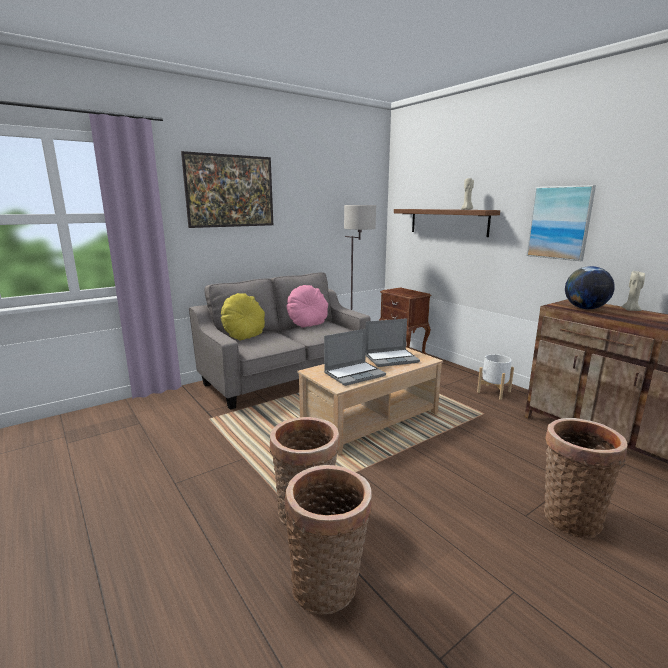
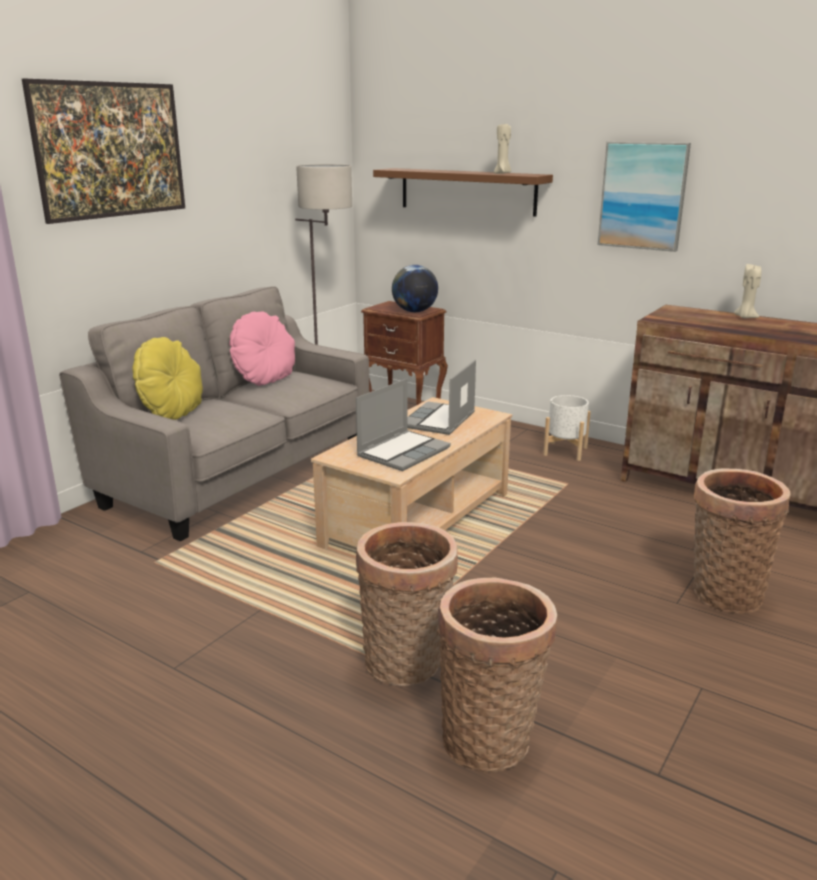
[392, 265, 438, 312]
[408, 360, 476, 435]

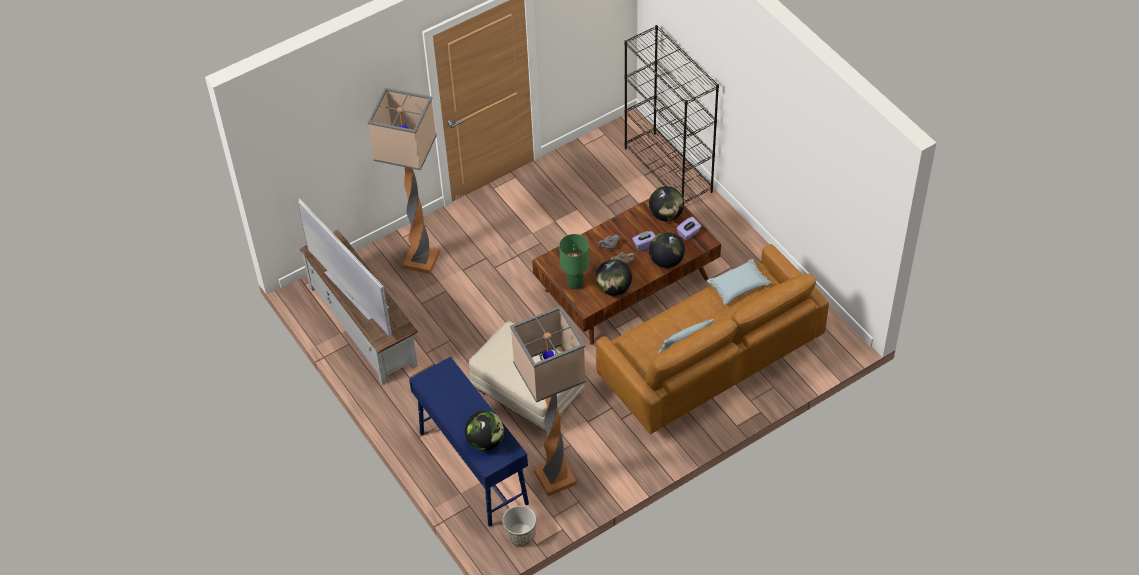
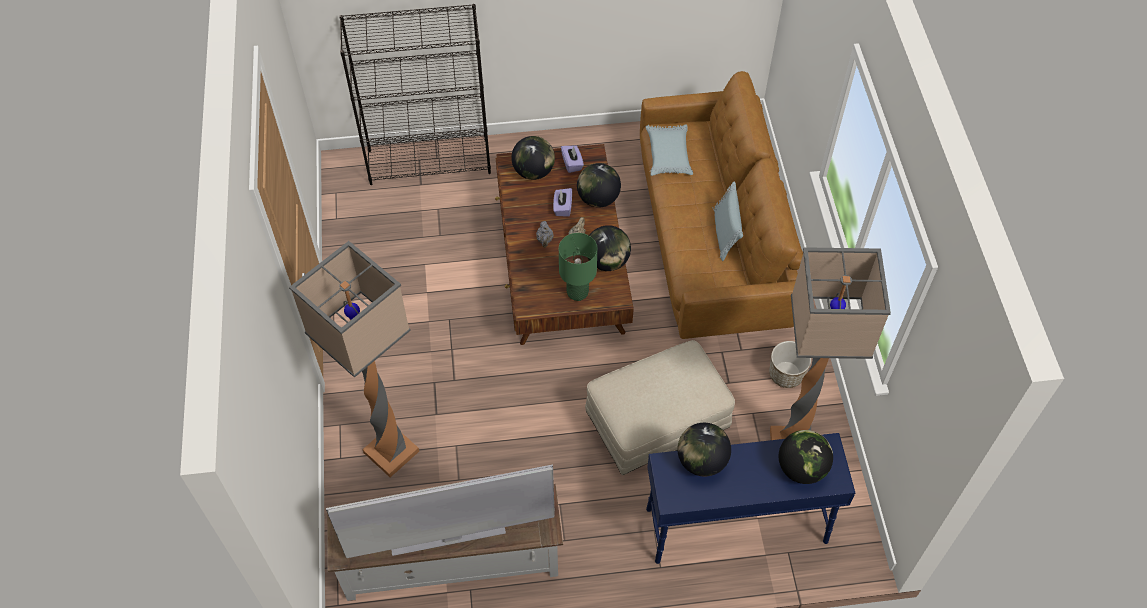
[677, 423, 731, 477]
[769, 341, 811, 388]

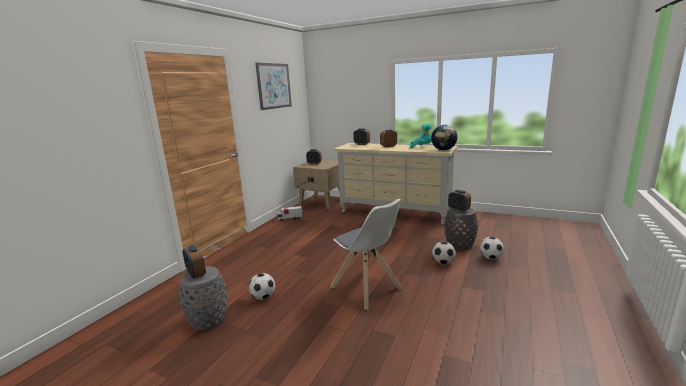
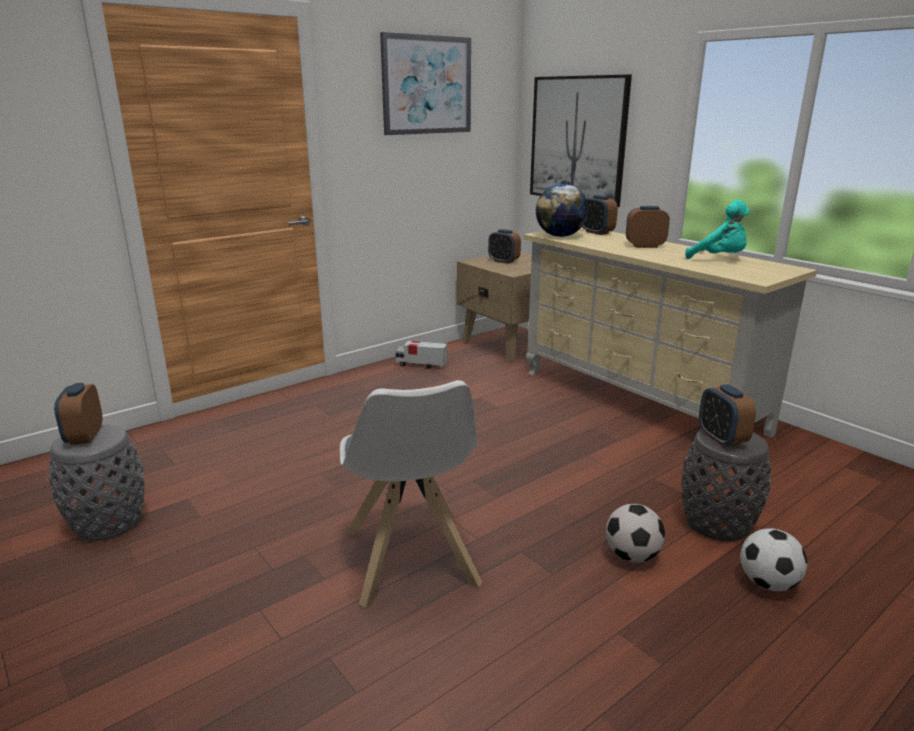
[530, 74, 632, 207]
[536, 184, 588, 237]
[249, 273, 275, 300] (first image)

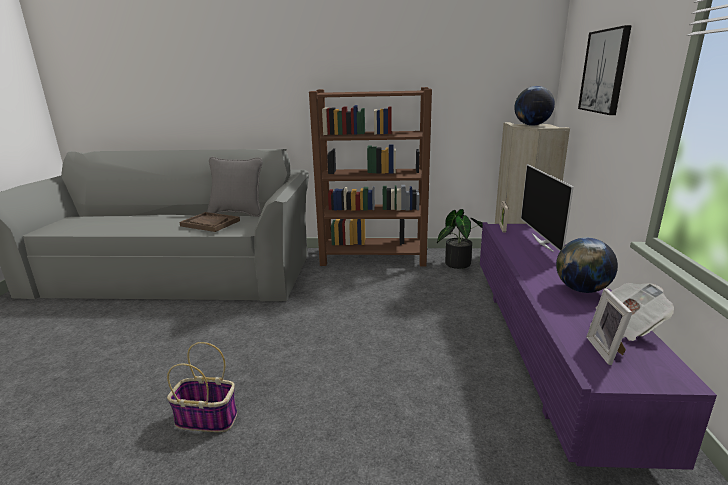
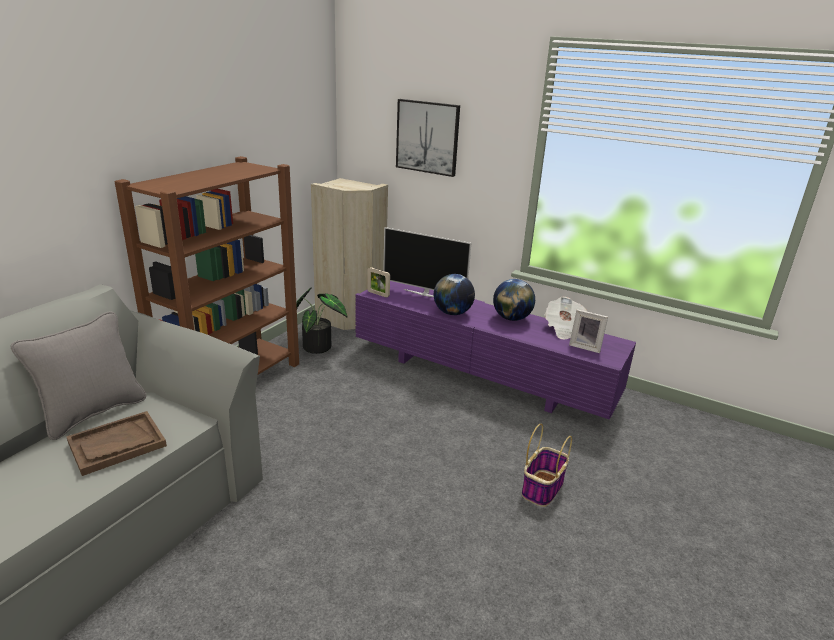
[434, 274, 475, 315]
[522, 424, 572, 507]

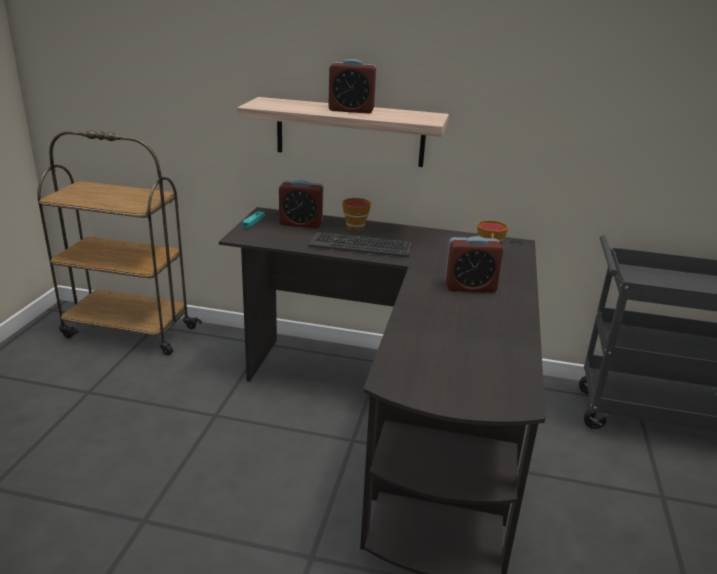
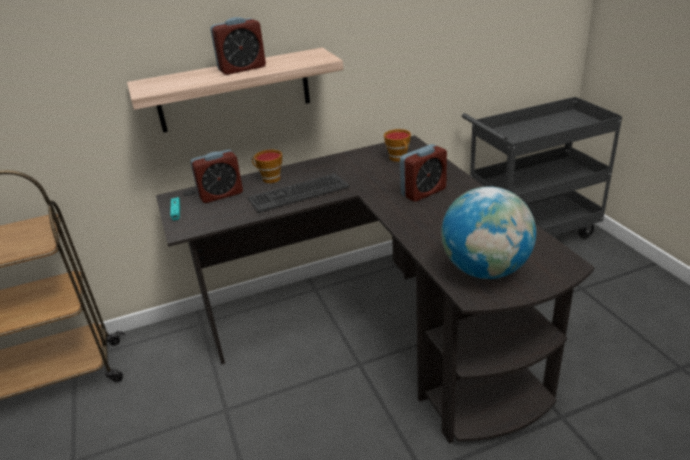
[441, 186, 536, 279]

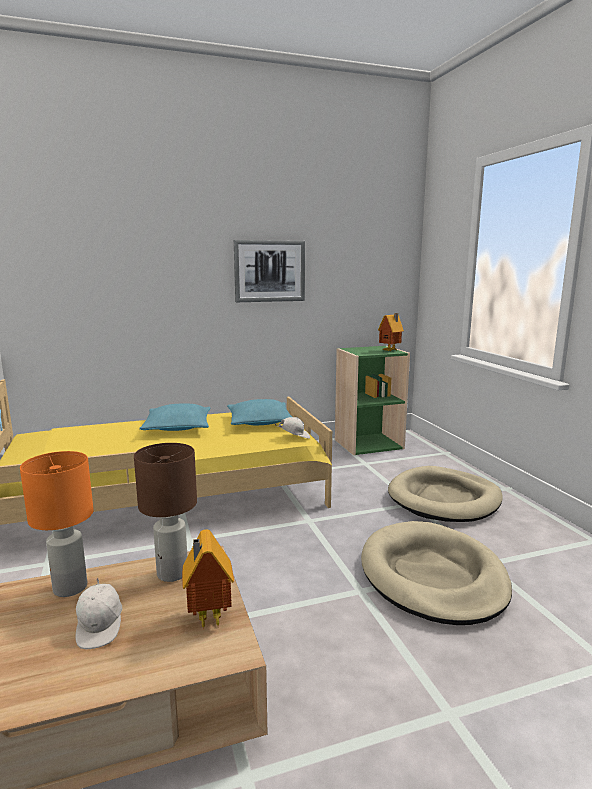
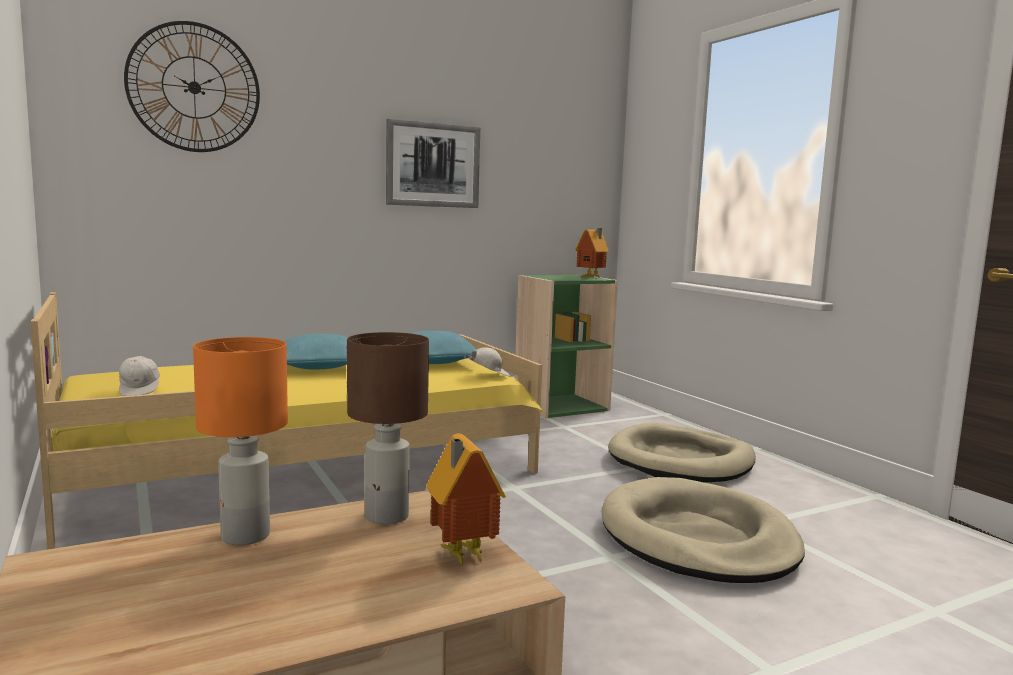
[119, 356, 160, 396]
[124, 21, 260, 152]

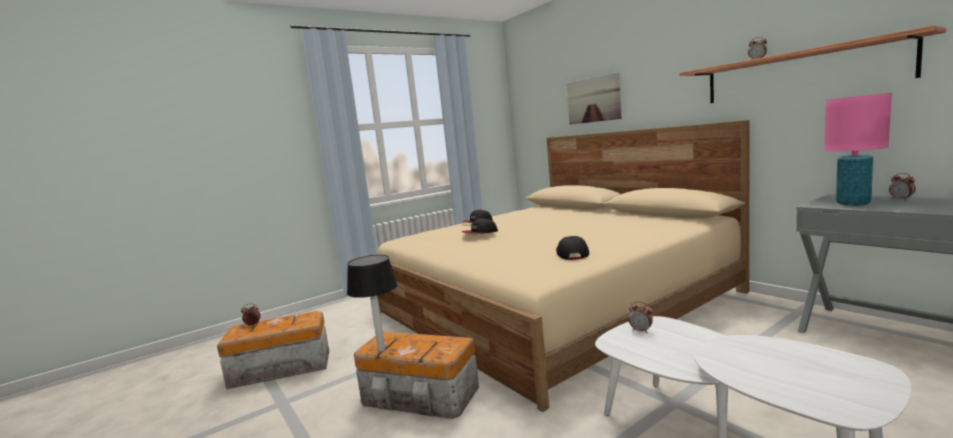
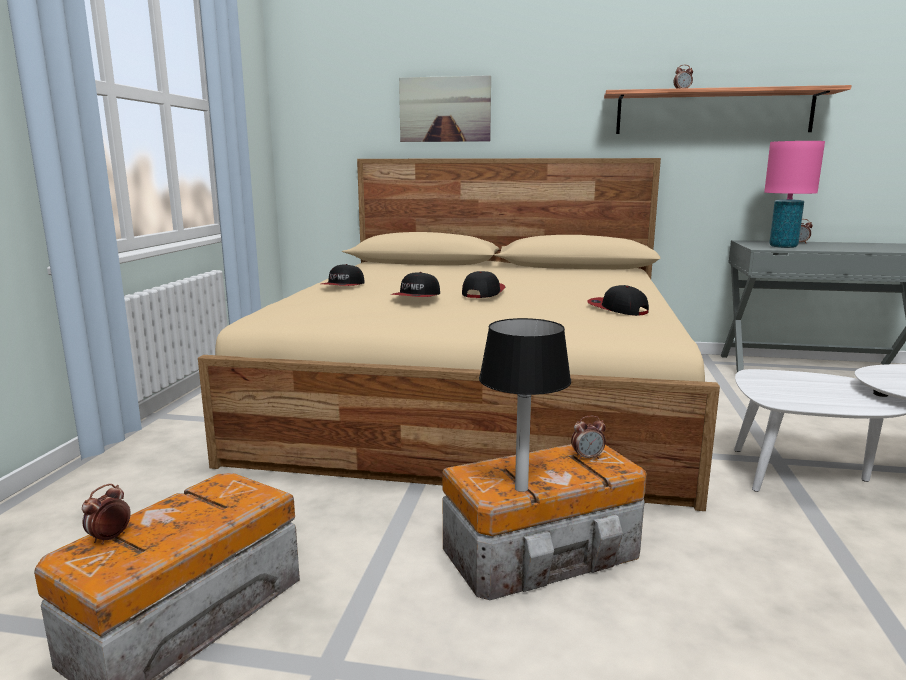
[462, 271, 506, 298]
[571, 416, 606, 460]

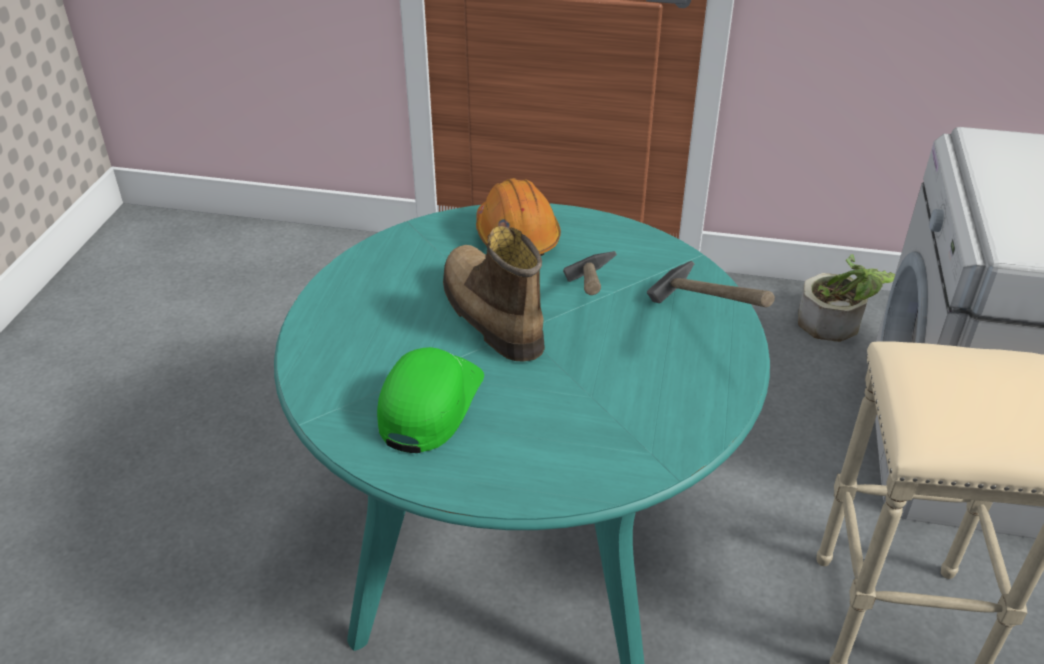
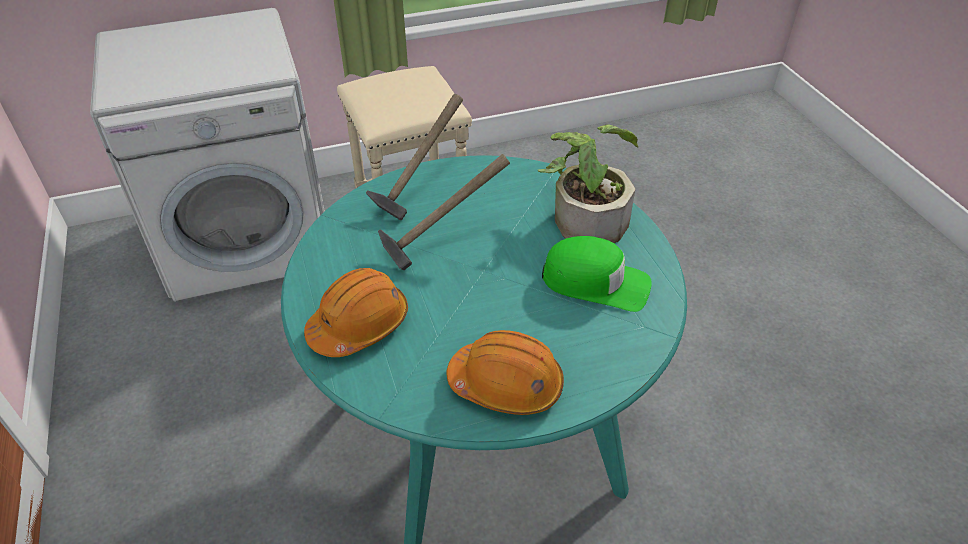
[447, 330, 564, 415]
[538, 124, 638, 243]
[542, 236, 652, 312]
[443, 226, 545, 362] (first image)

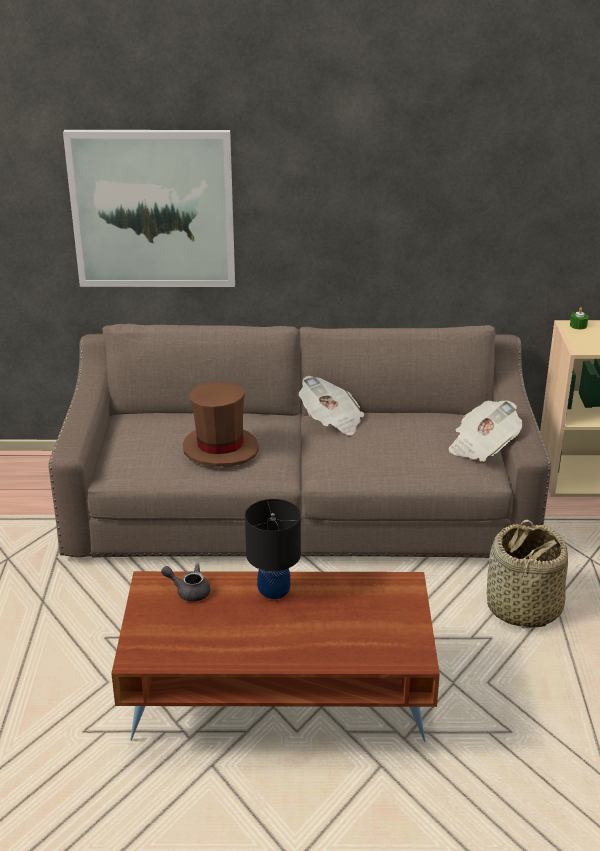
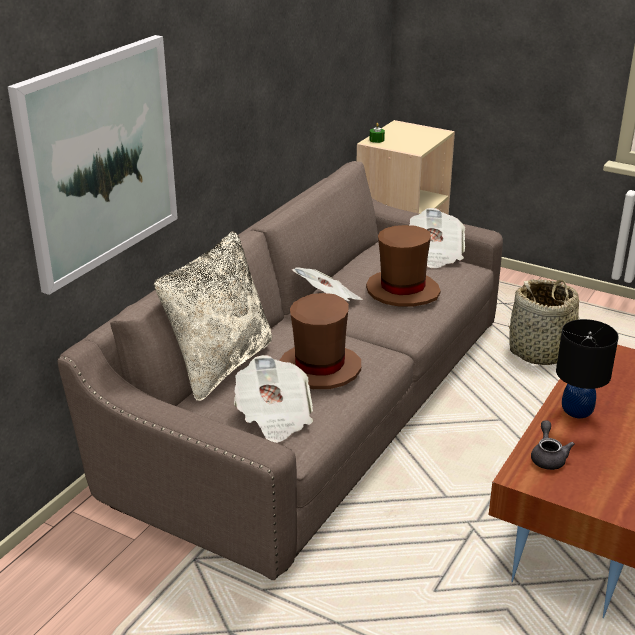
[153, 231, 272, 401]
[234, 355, 313, 443]
[366, 225, 440, 307]
[531, 420, 575, 470]

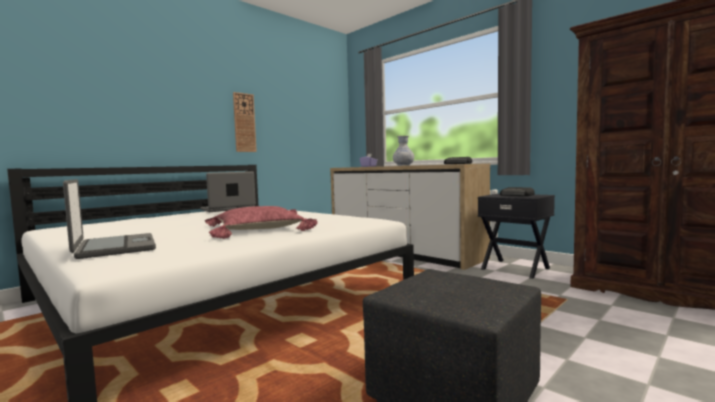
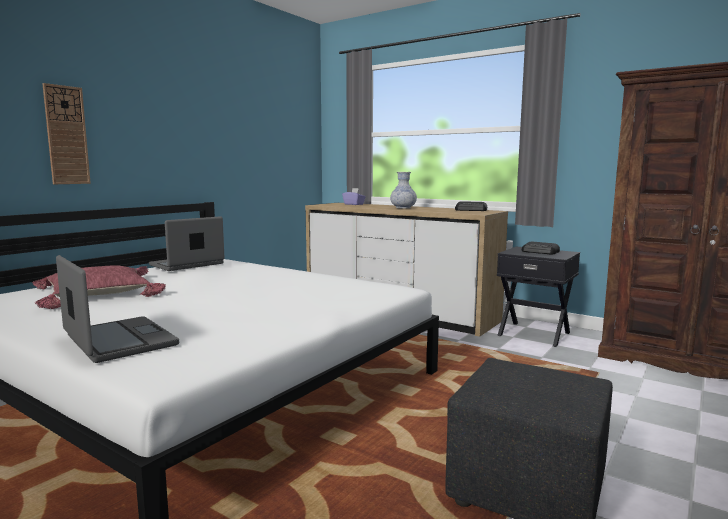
[32, 265, 166, 309]
[42, 83, 91, 184]

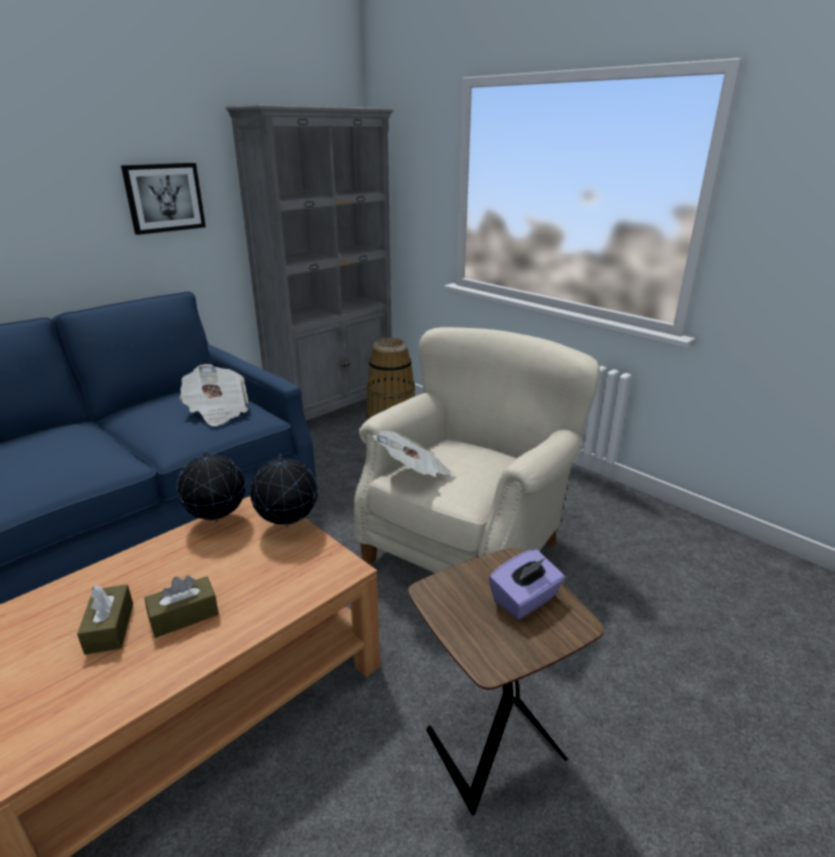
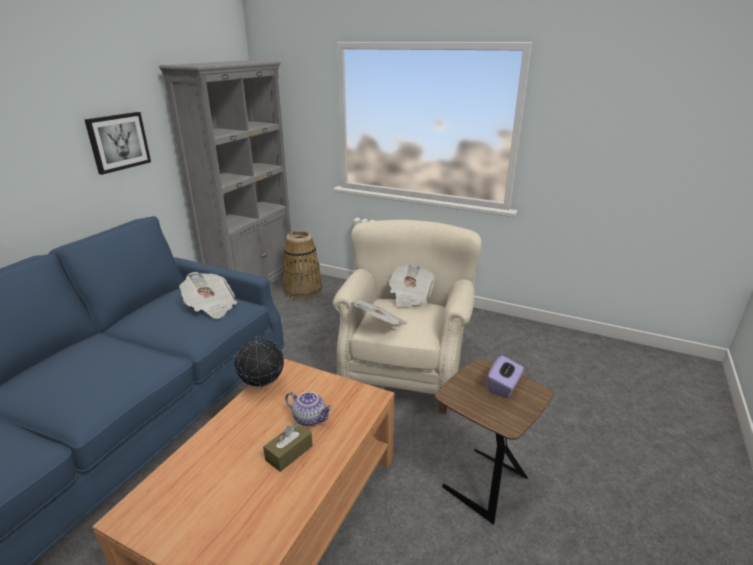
[285, 392, 333, 426]
[388, 265, 435, 307]
[77, 584, 133, 655] (first image)
[250, 454, 318, 528] (first image)

